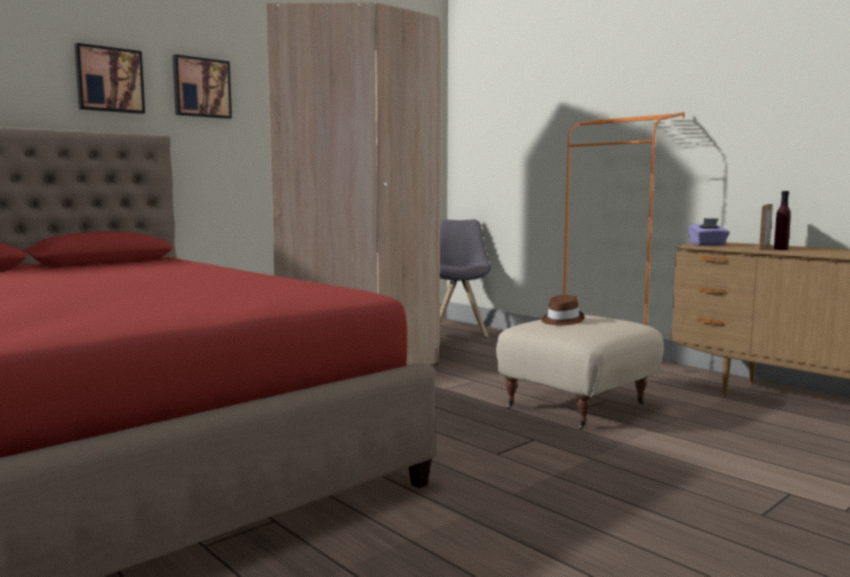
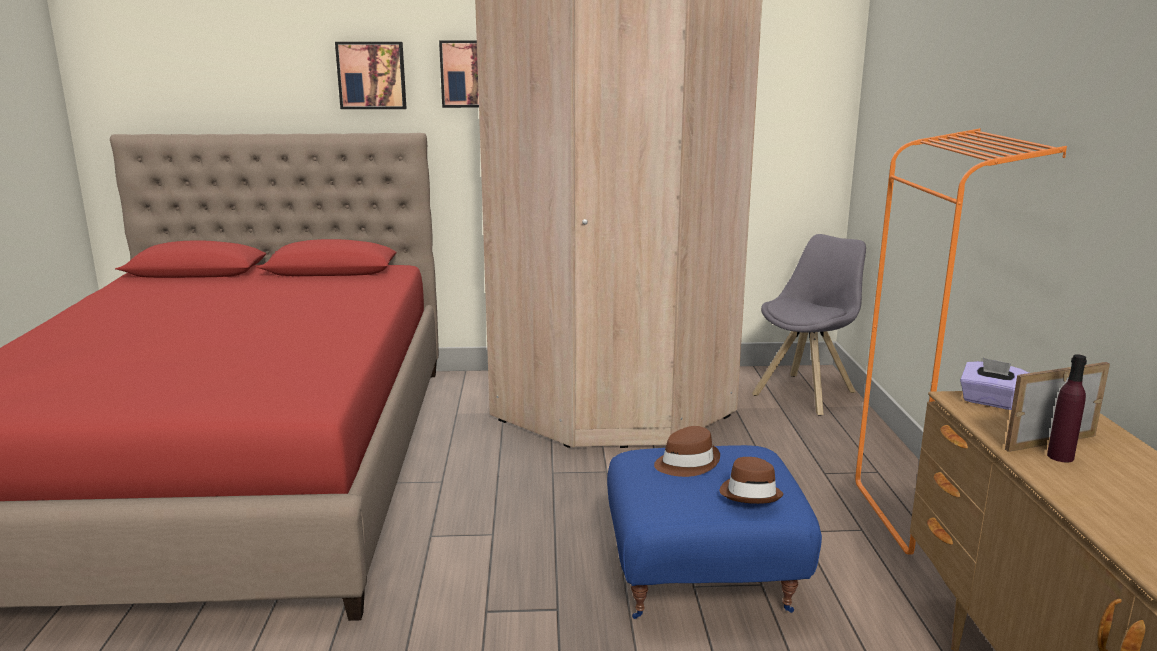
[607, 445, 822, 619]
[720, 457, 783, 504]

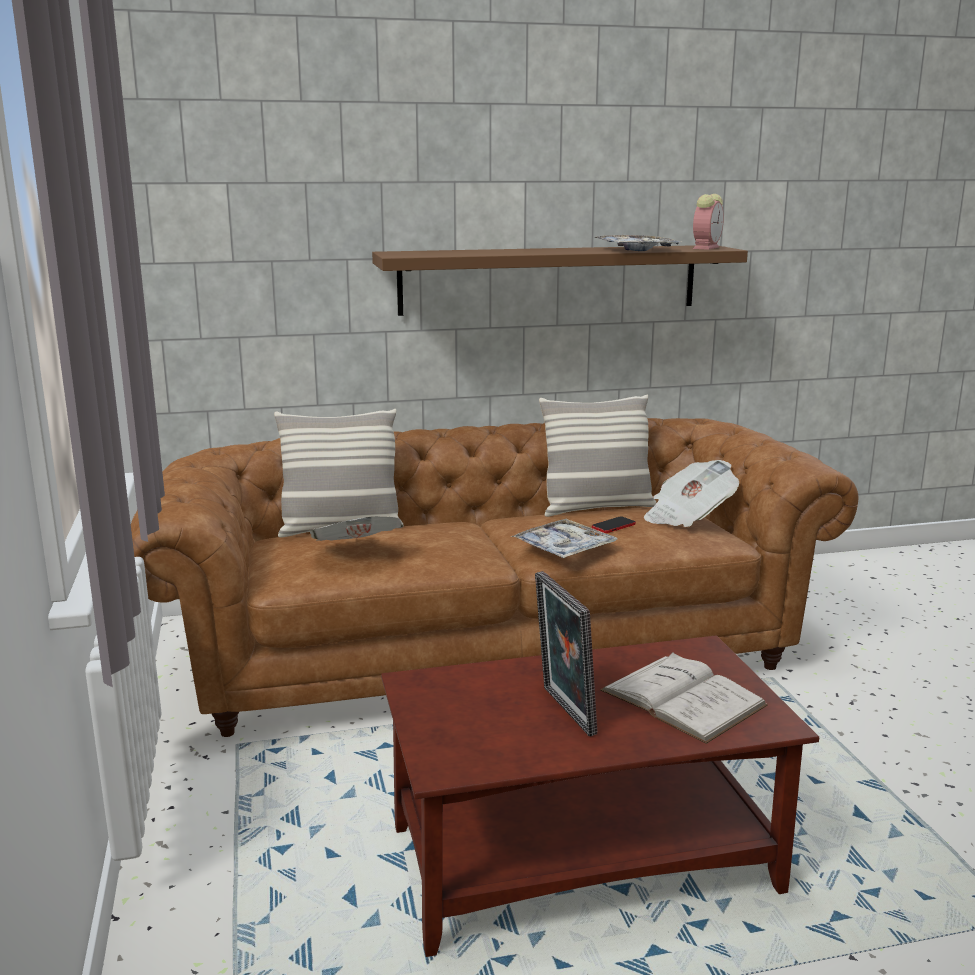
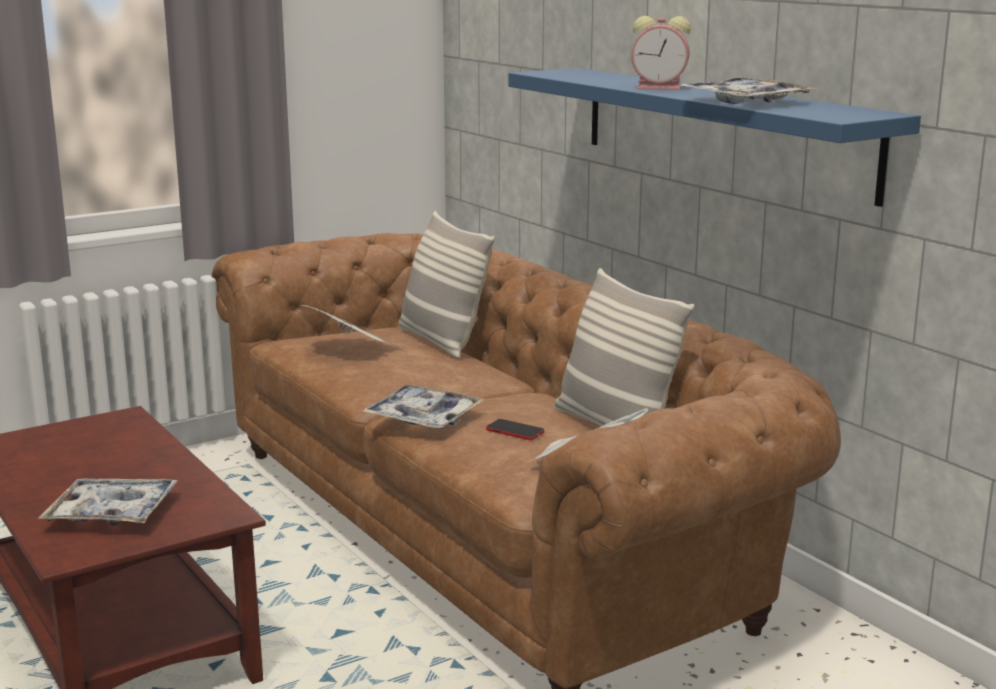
[39, 478, 178, 525]
[508, 68, 921, 207]
[631, 16, 691, 90]
[535, 571, 597, 736] (first image)

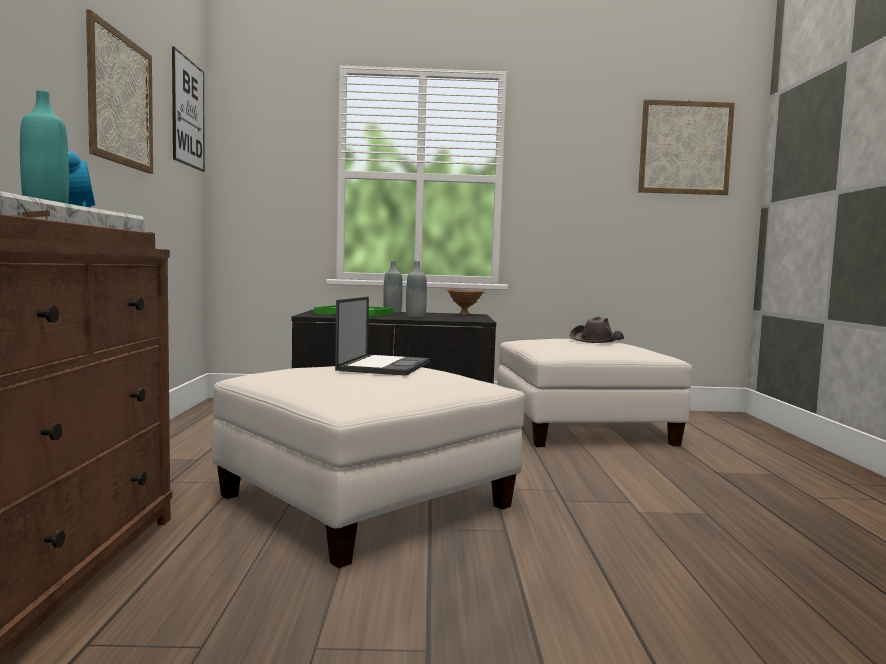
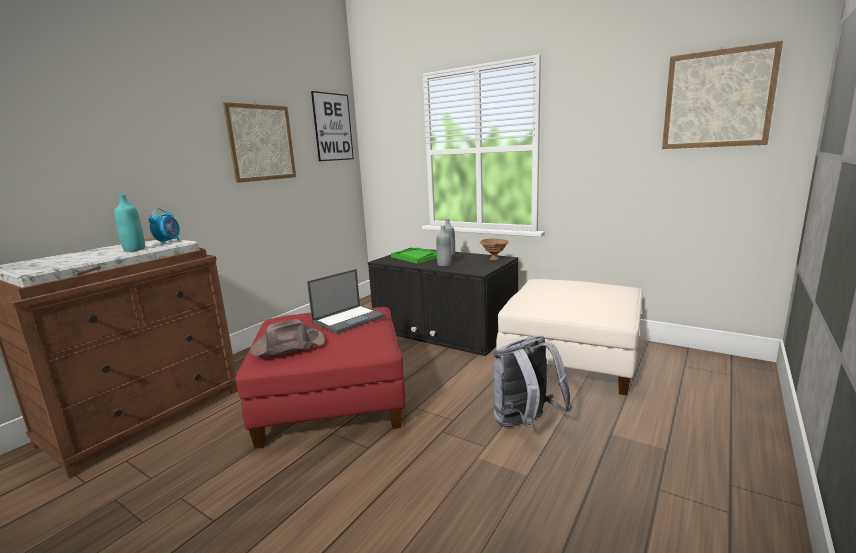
[236, 307, 406, 449]
[250, 319, 325, 356]
[493, 336, 572, 427]

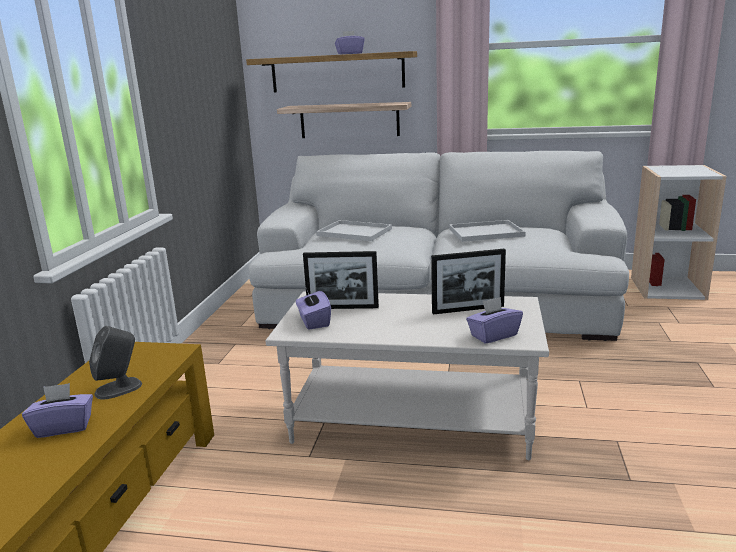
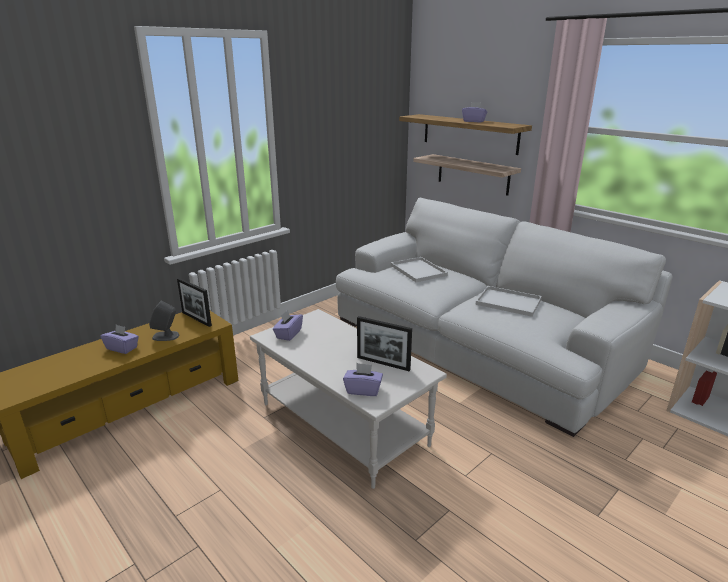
[177, 278, 212, 327]

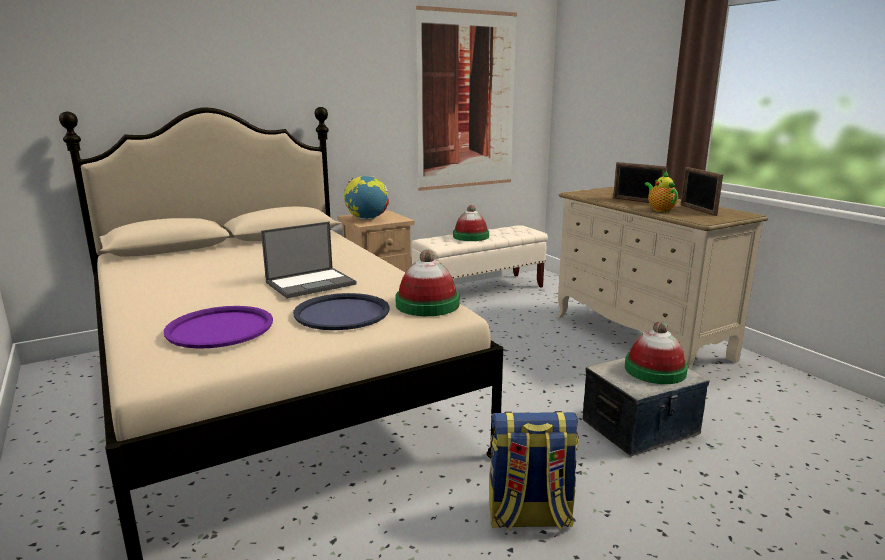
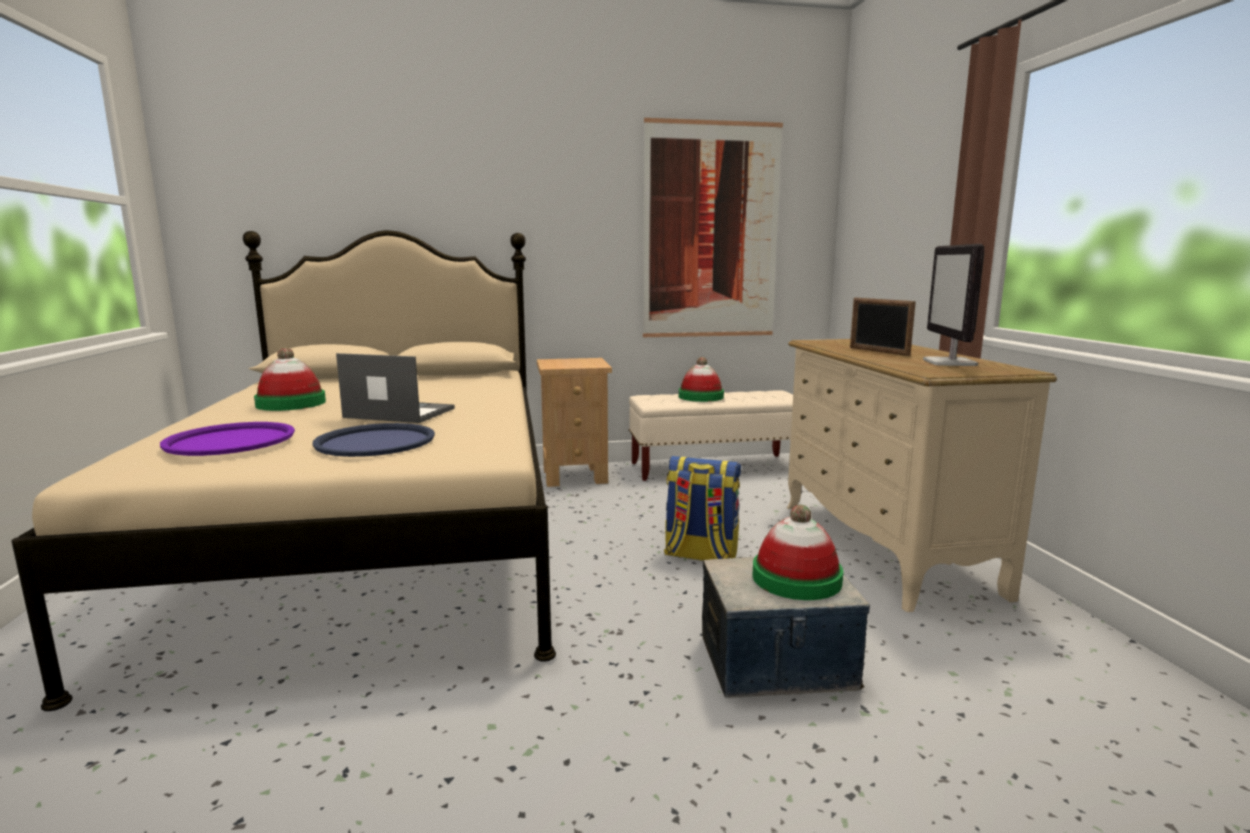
[254, 347, 326, 411]
[336, 353, 455, 423]
[664, 456, 741, 561]
[923, 244, 984, 366]
[344, 176, 389, 220] (first image)
[645, 171, 678, 212] (first image)

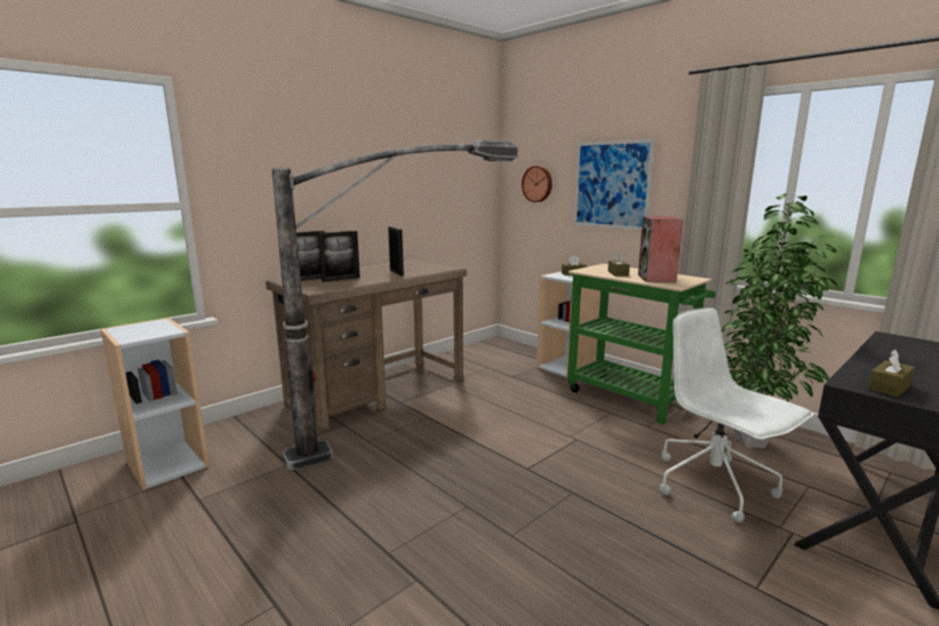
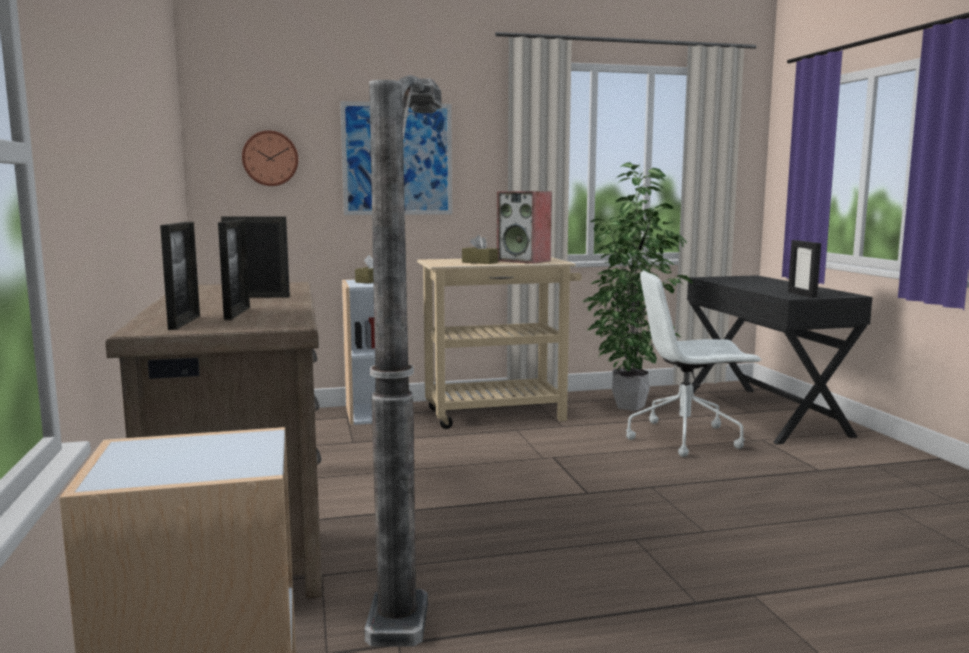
[417, 257, 582, 429]
[788, 240, 821, 298]

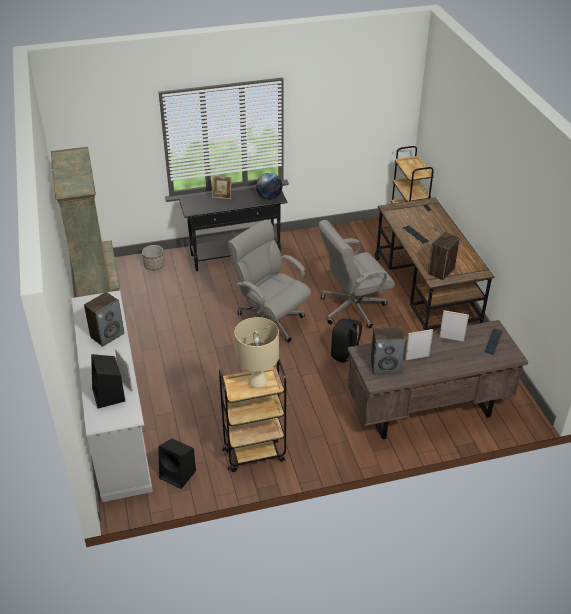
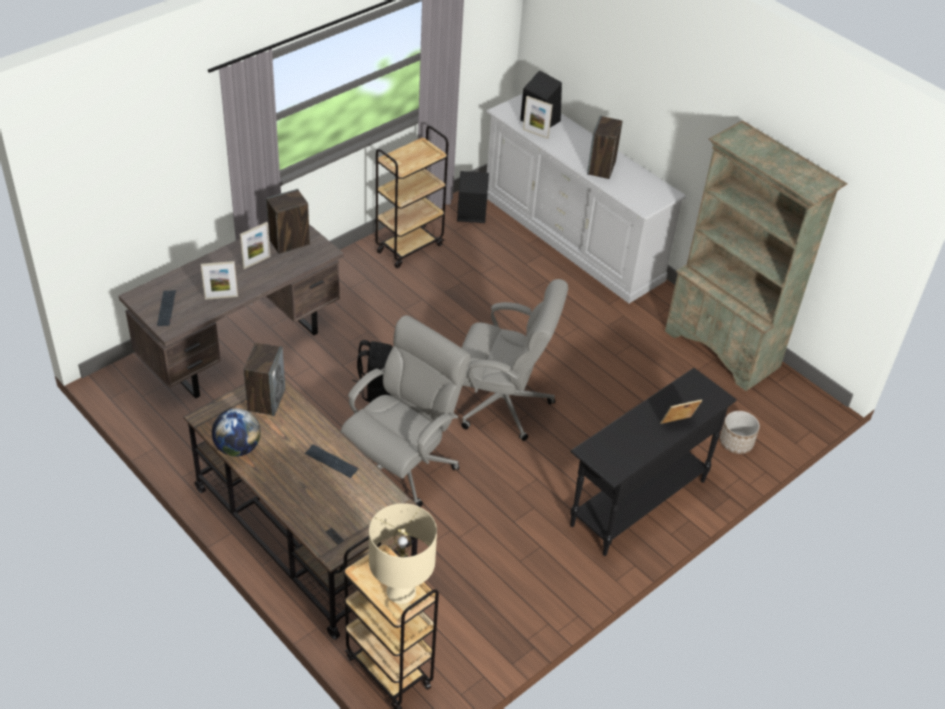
[212, 408, 261, 457]
[369, 503, 437, 604]

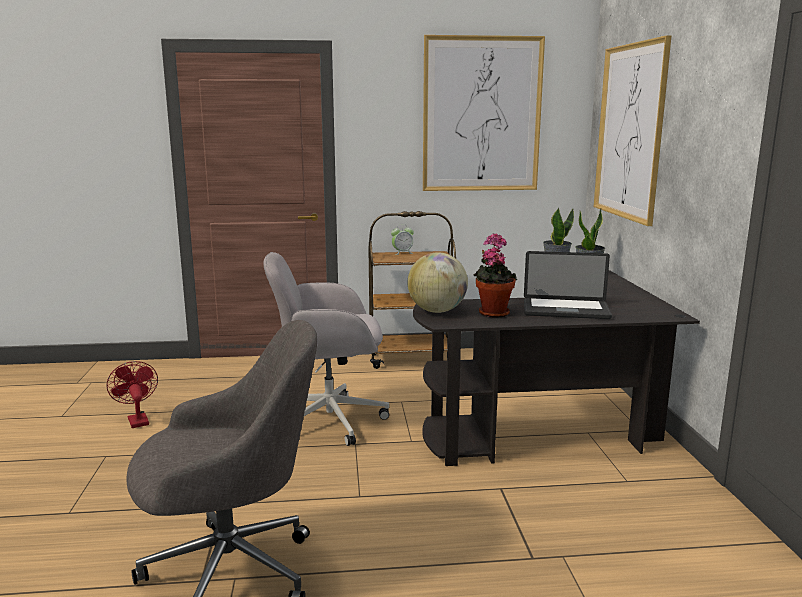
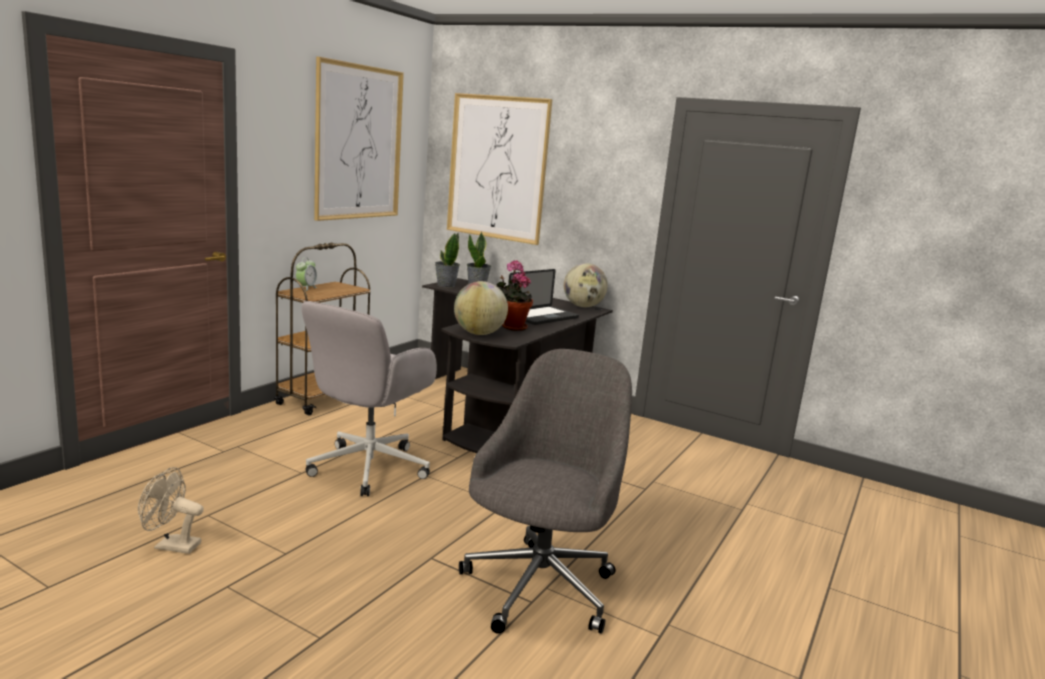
[138, 467, 204, 554]
[564, 263, 608, 307]

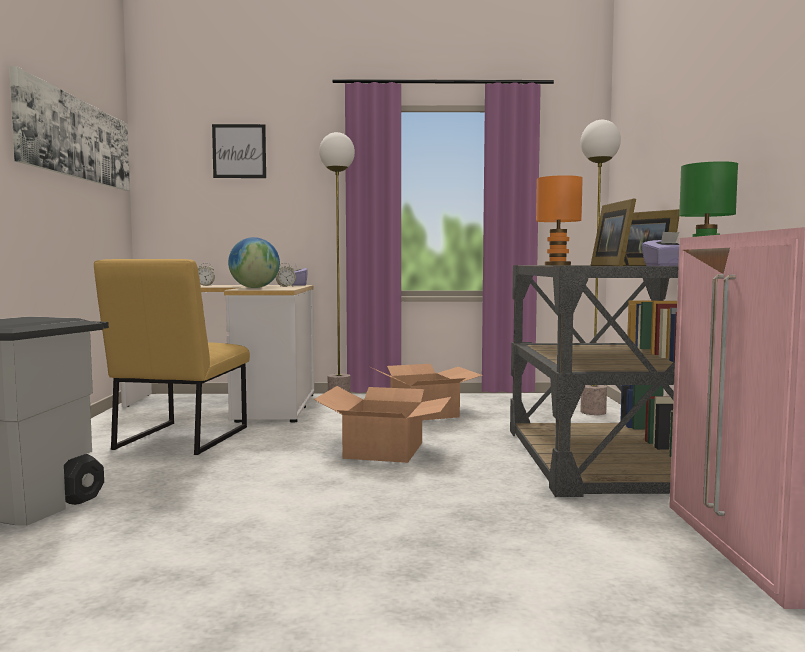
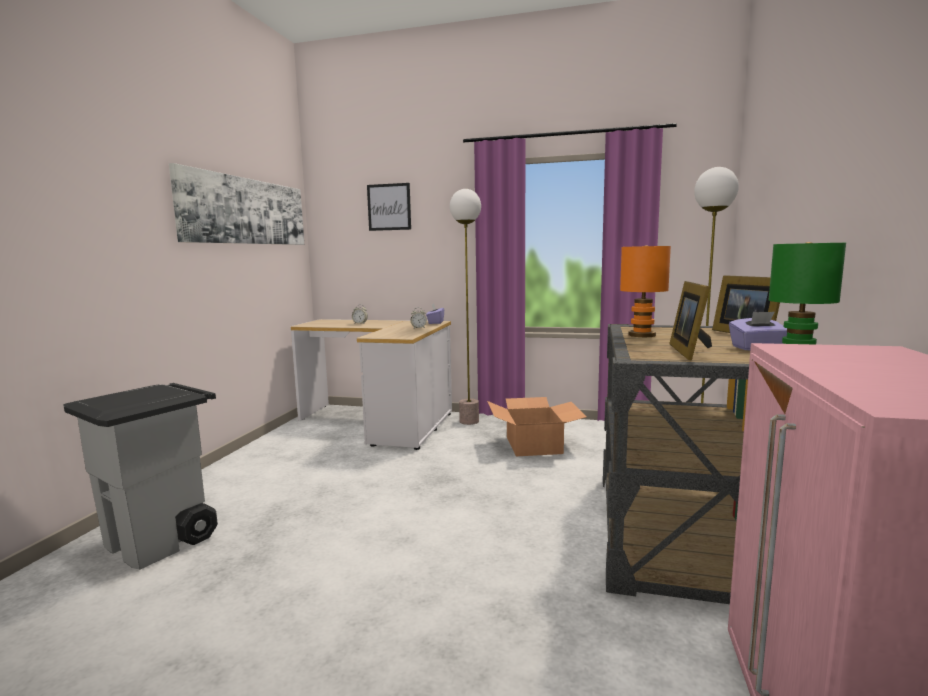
[94, 259, 250, 455] (first image)
[228, 237, 280, 288] (first image)
[314, 386, 451, 463] (first image)

